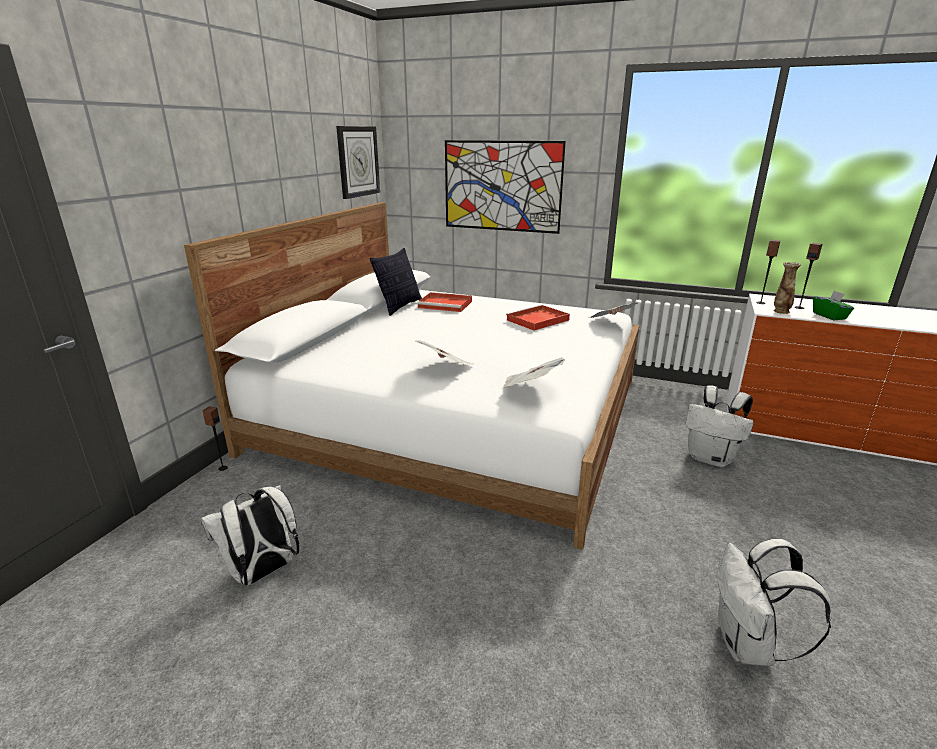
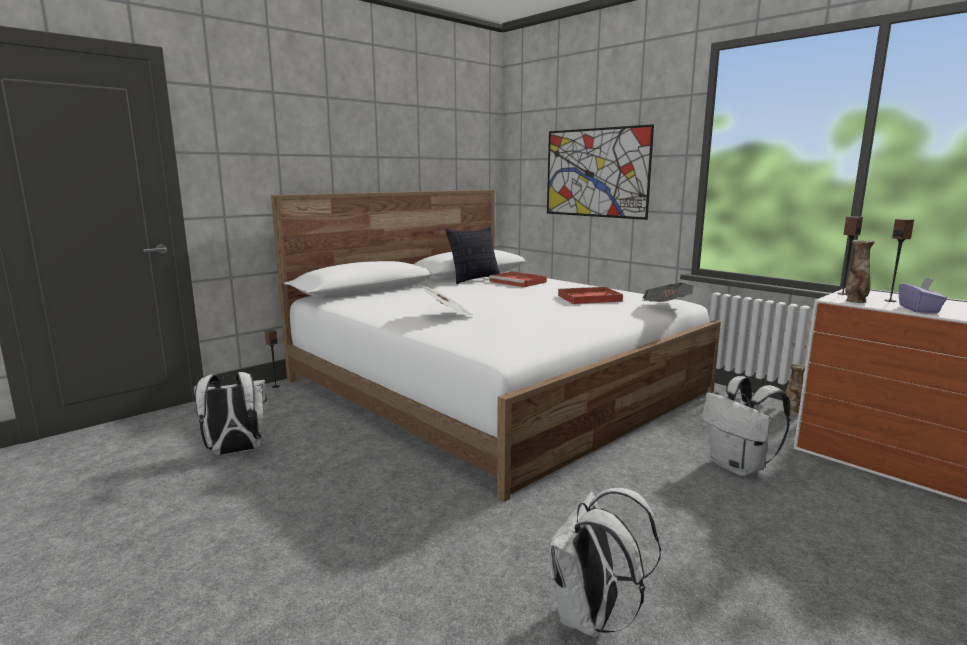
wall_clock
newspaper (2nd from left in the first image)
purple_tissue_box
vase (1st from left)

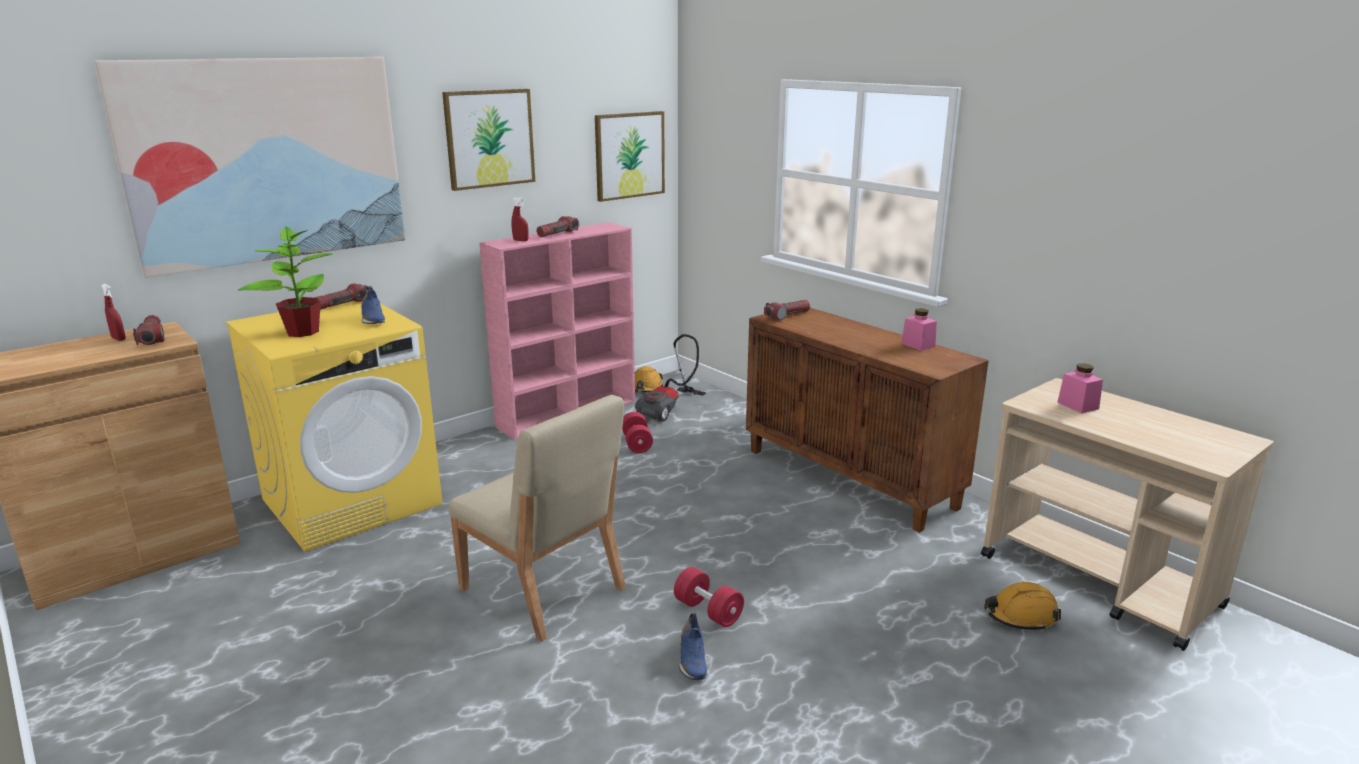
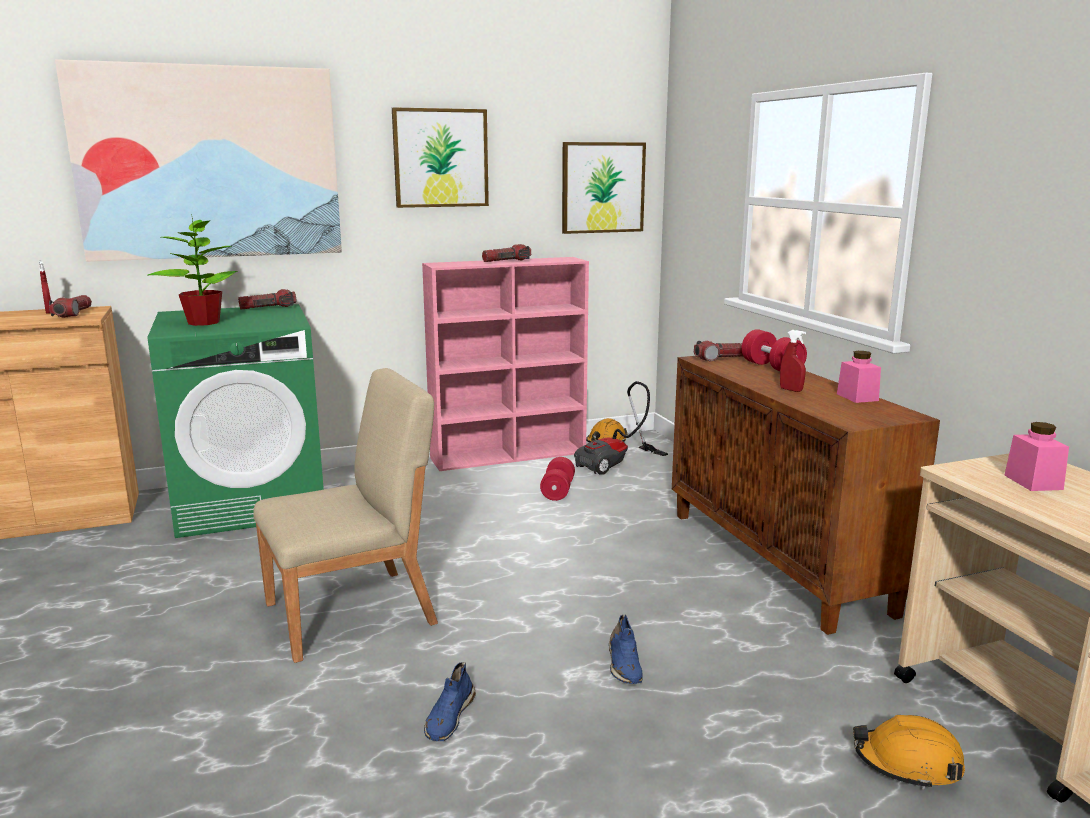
green_washing_machine
blue_shoe (2nd from left)
beige_chair
red_spray_bottle (2nd from left)
red_dumbbell (2nd from left)

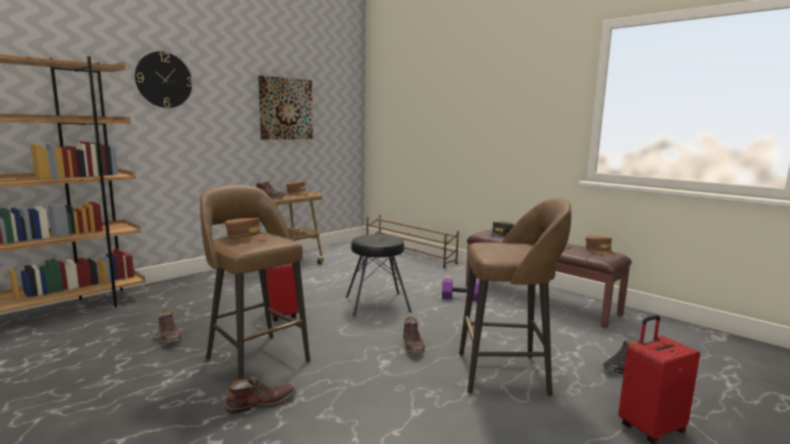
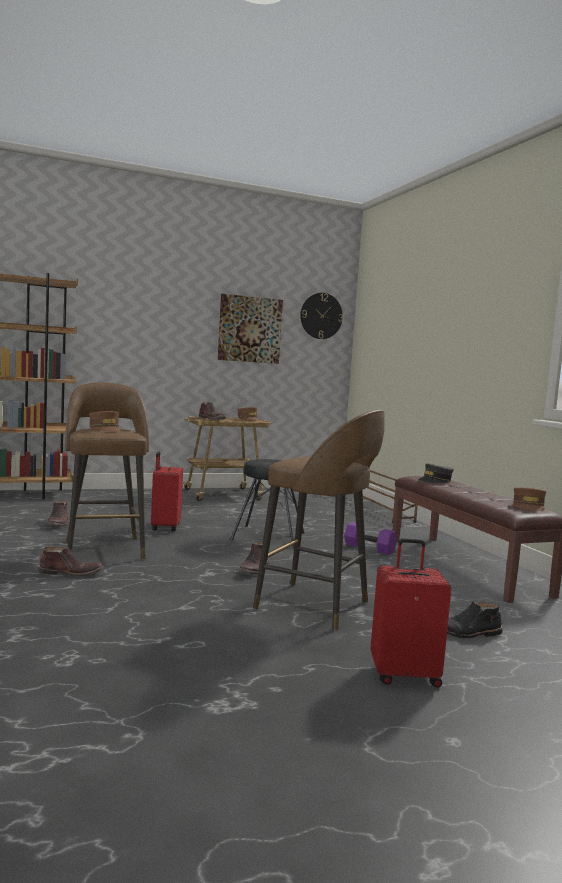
wall_clock

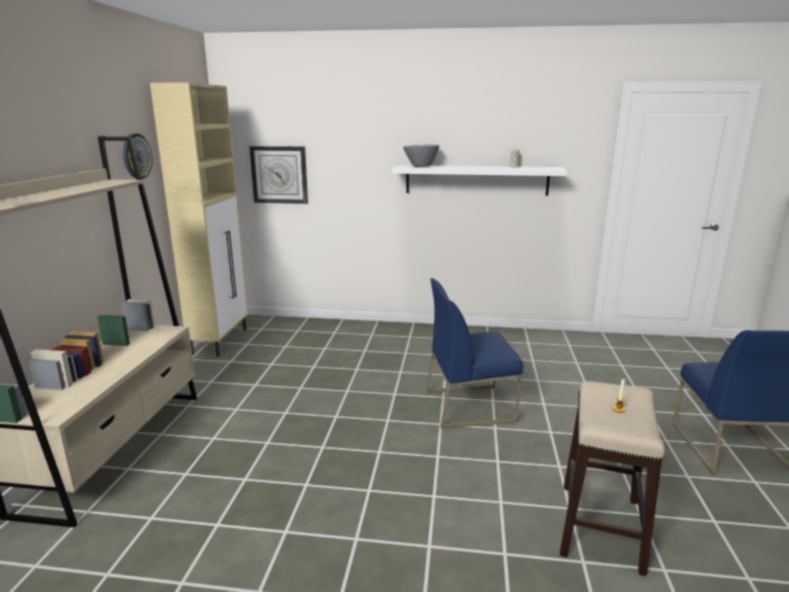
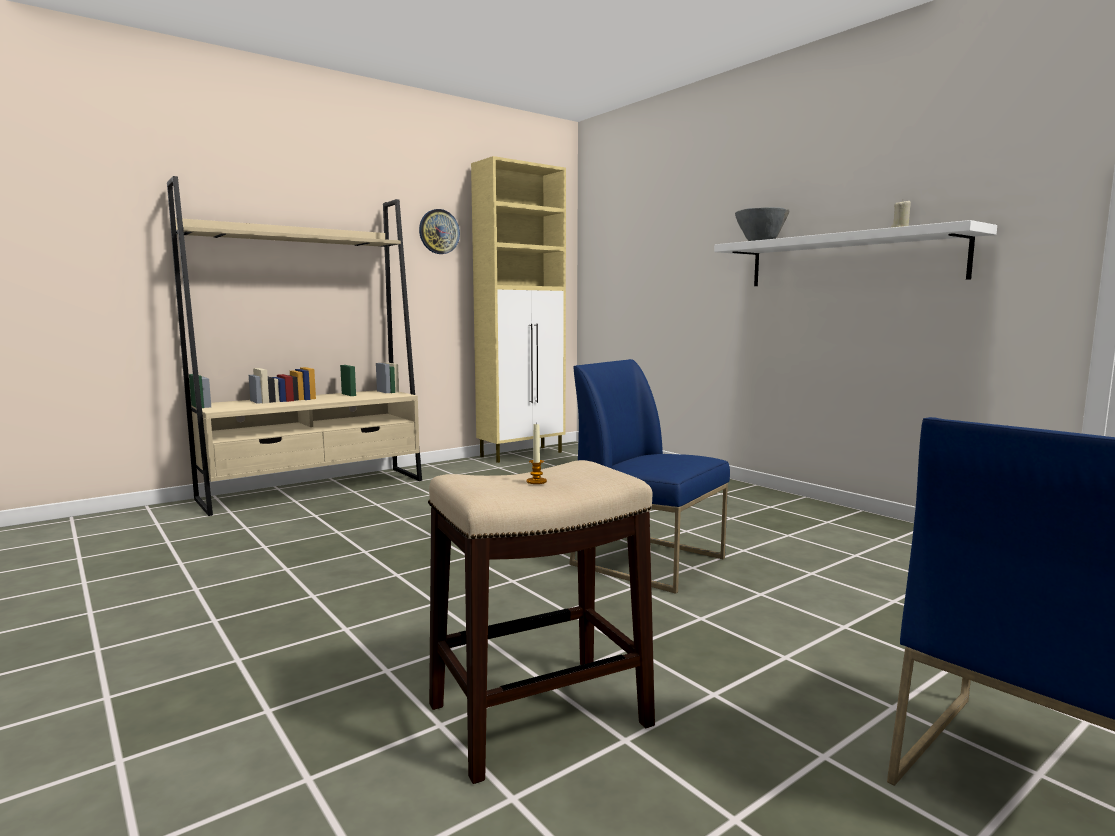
wall_clock (2nd from left in the first image)

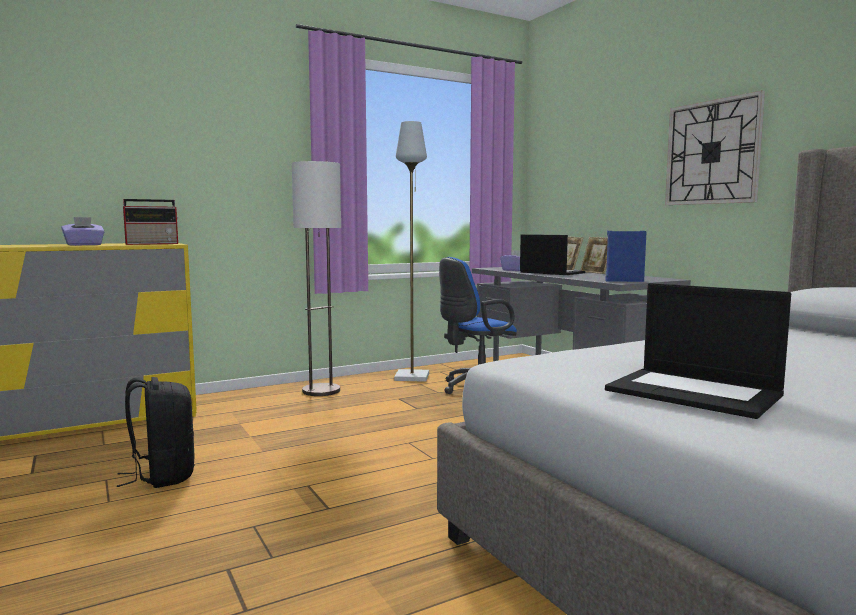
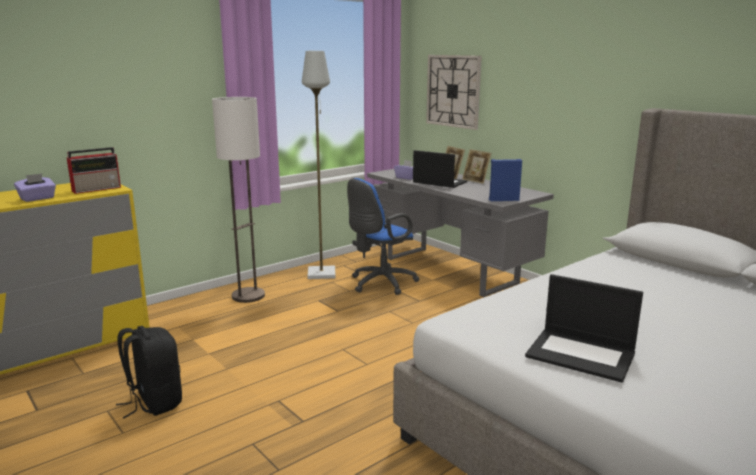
wall_clock

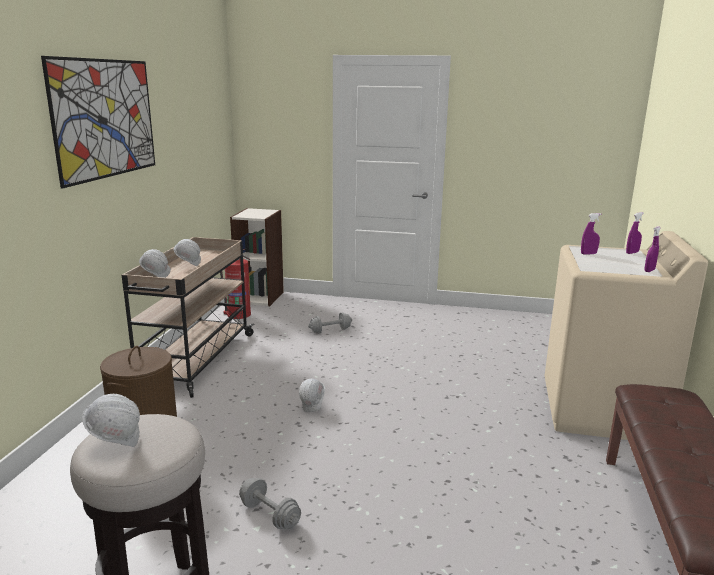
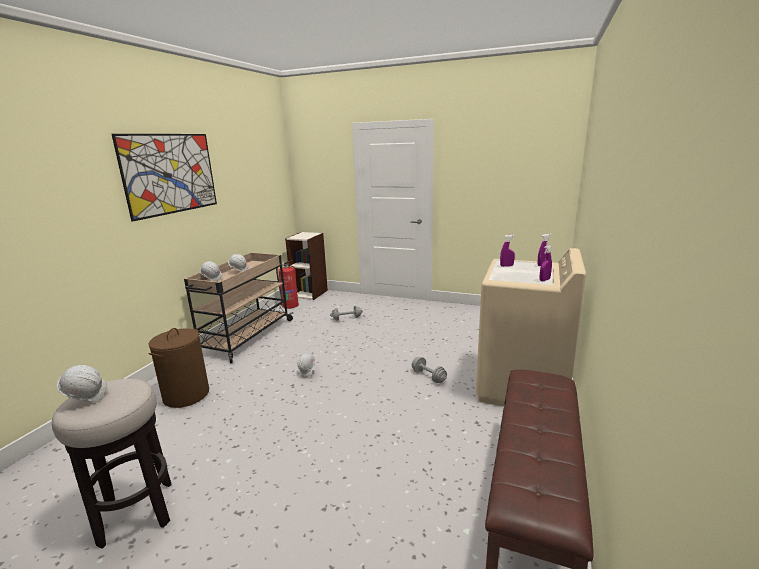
grey_dumbbell (2nd from left)

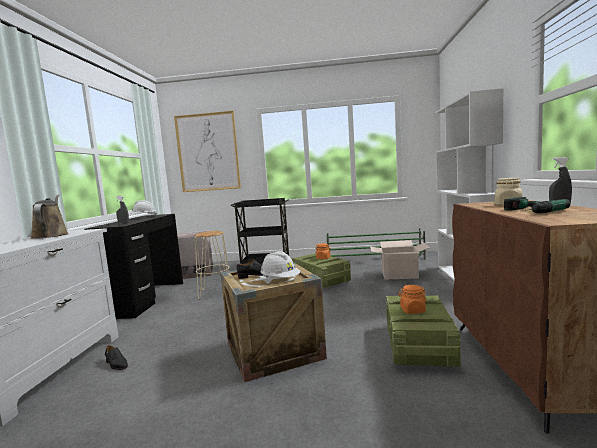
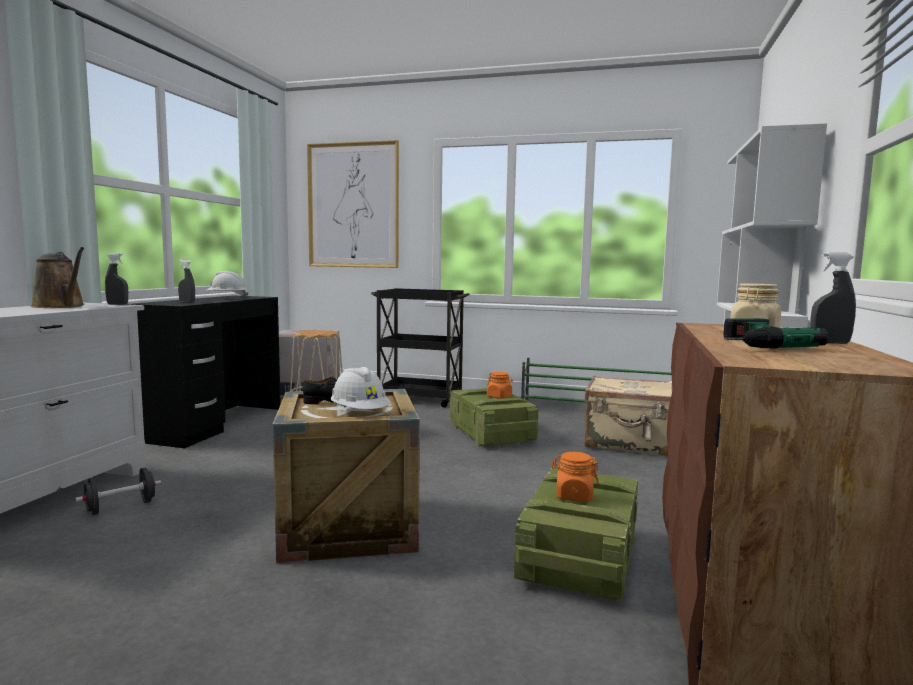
brown_watering_can
black_dumbbell
beige_suitcase
grey_spray_bottle (1st from left)

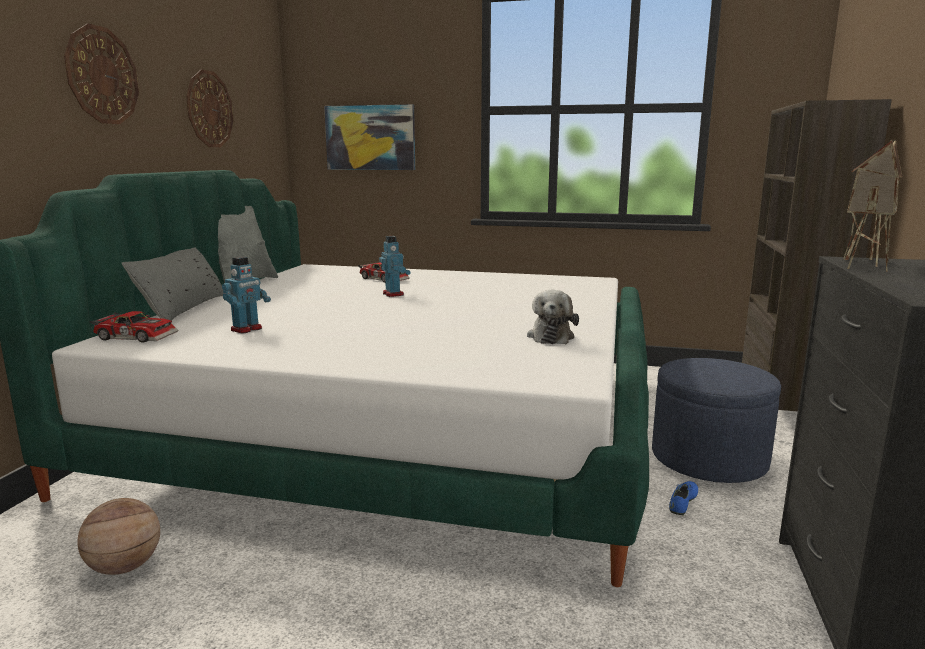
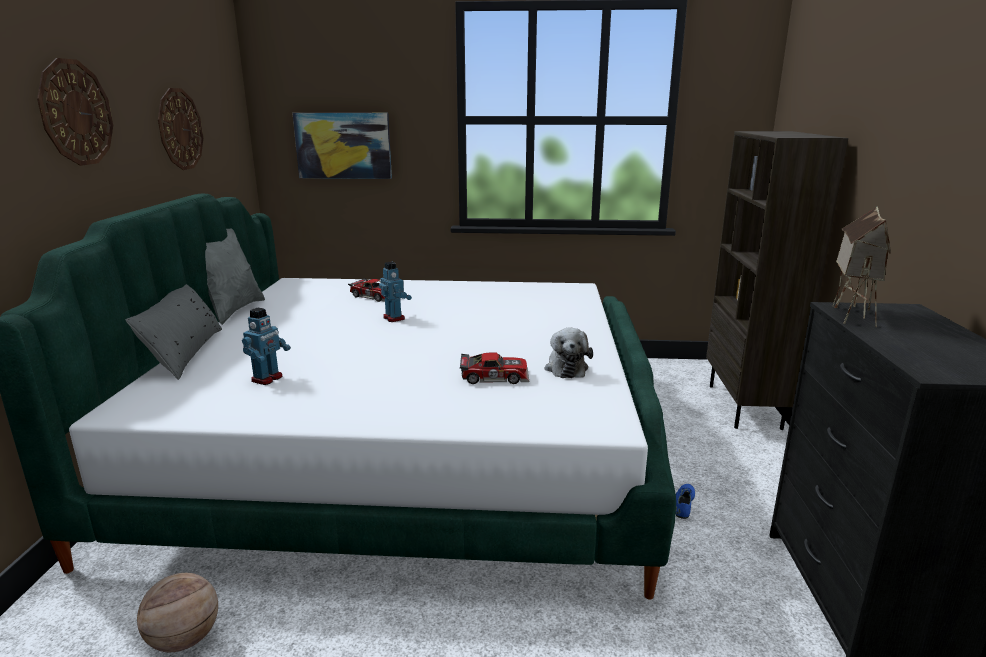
toy_car (2nd from left)
blue_ottoman

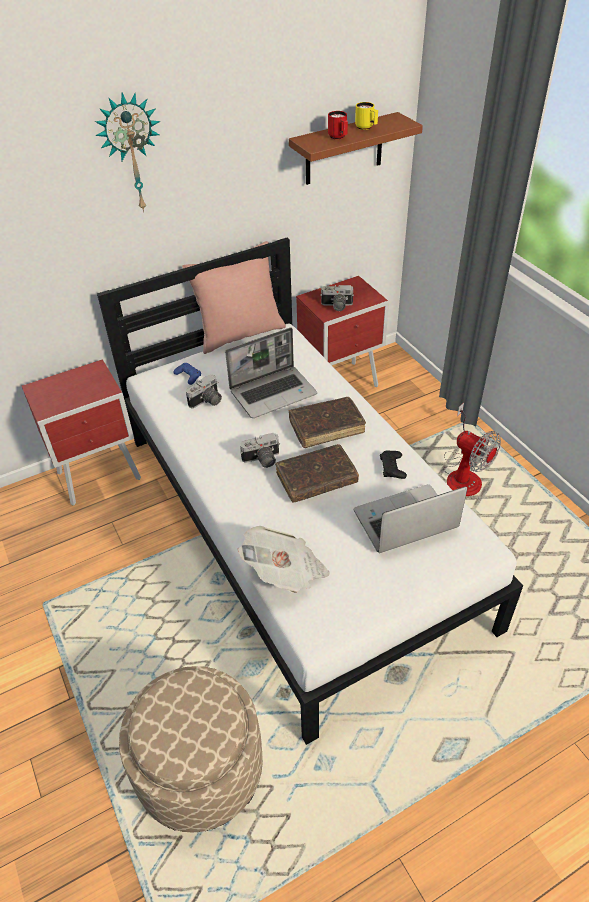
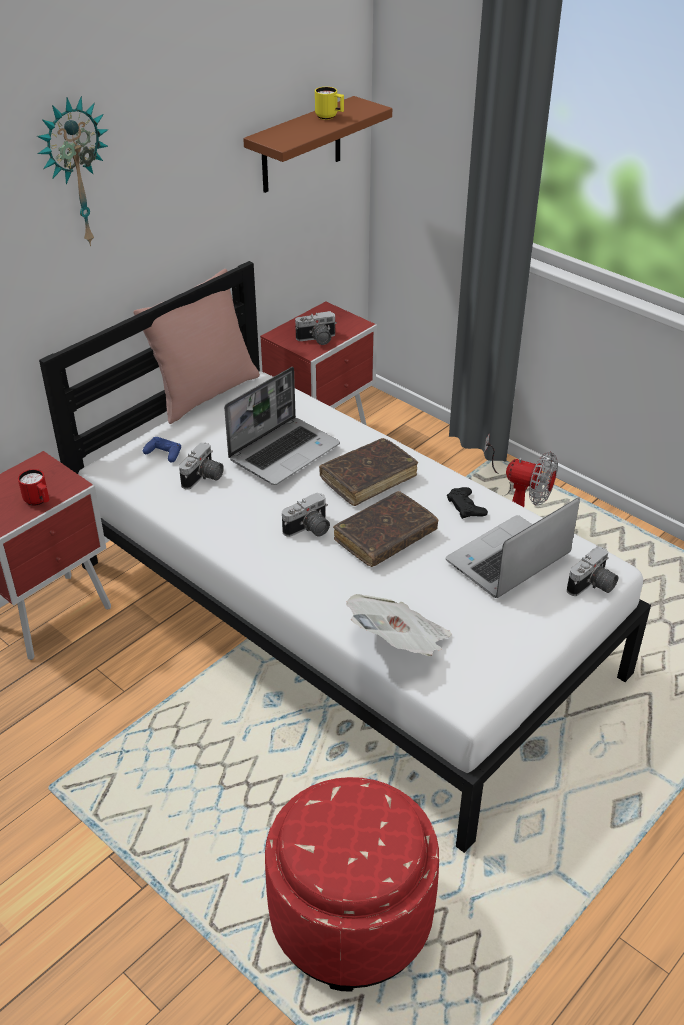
red_ottoman
red_mug
photo_camera (4th from left)

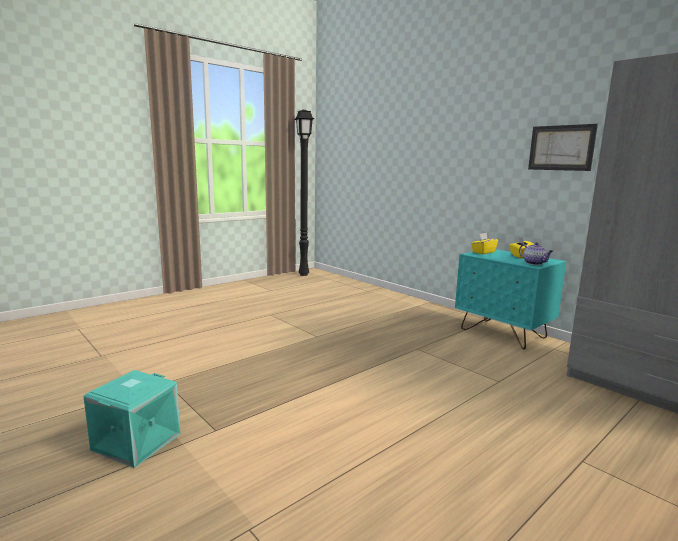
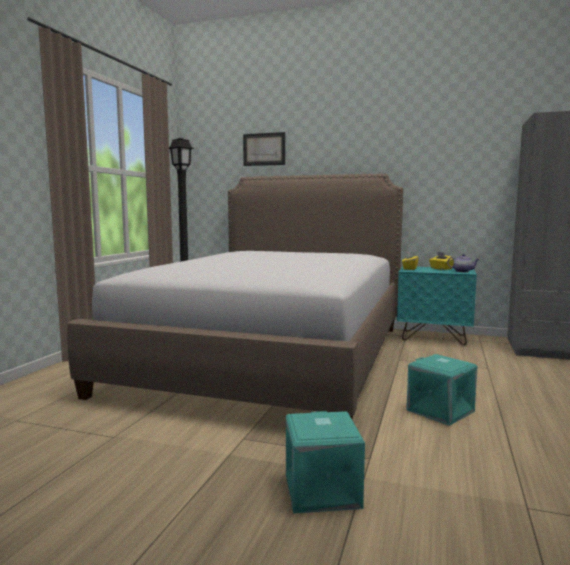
picture
bed
turquoise_storage_box (2nd from left)

